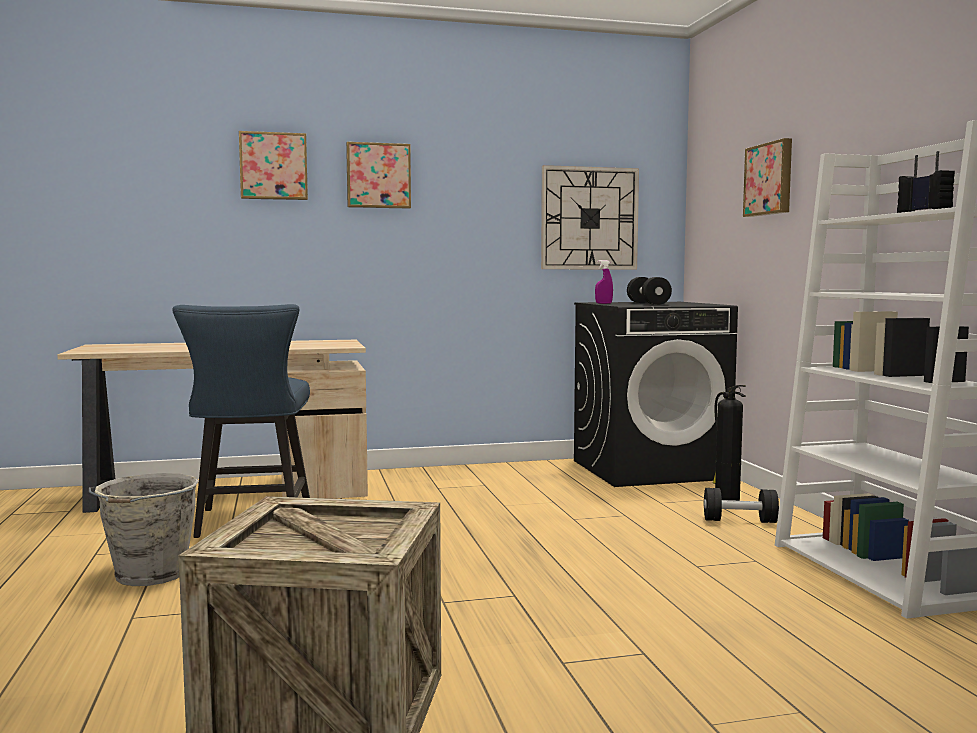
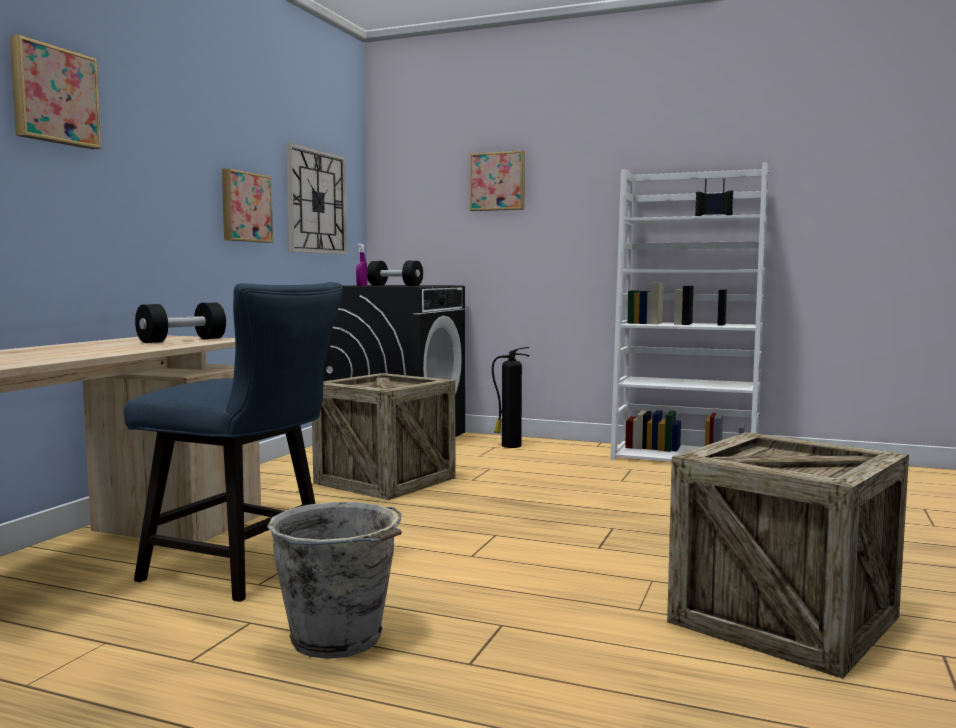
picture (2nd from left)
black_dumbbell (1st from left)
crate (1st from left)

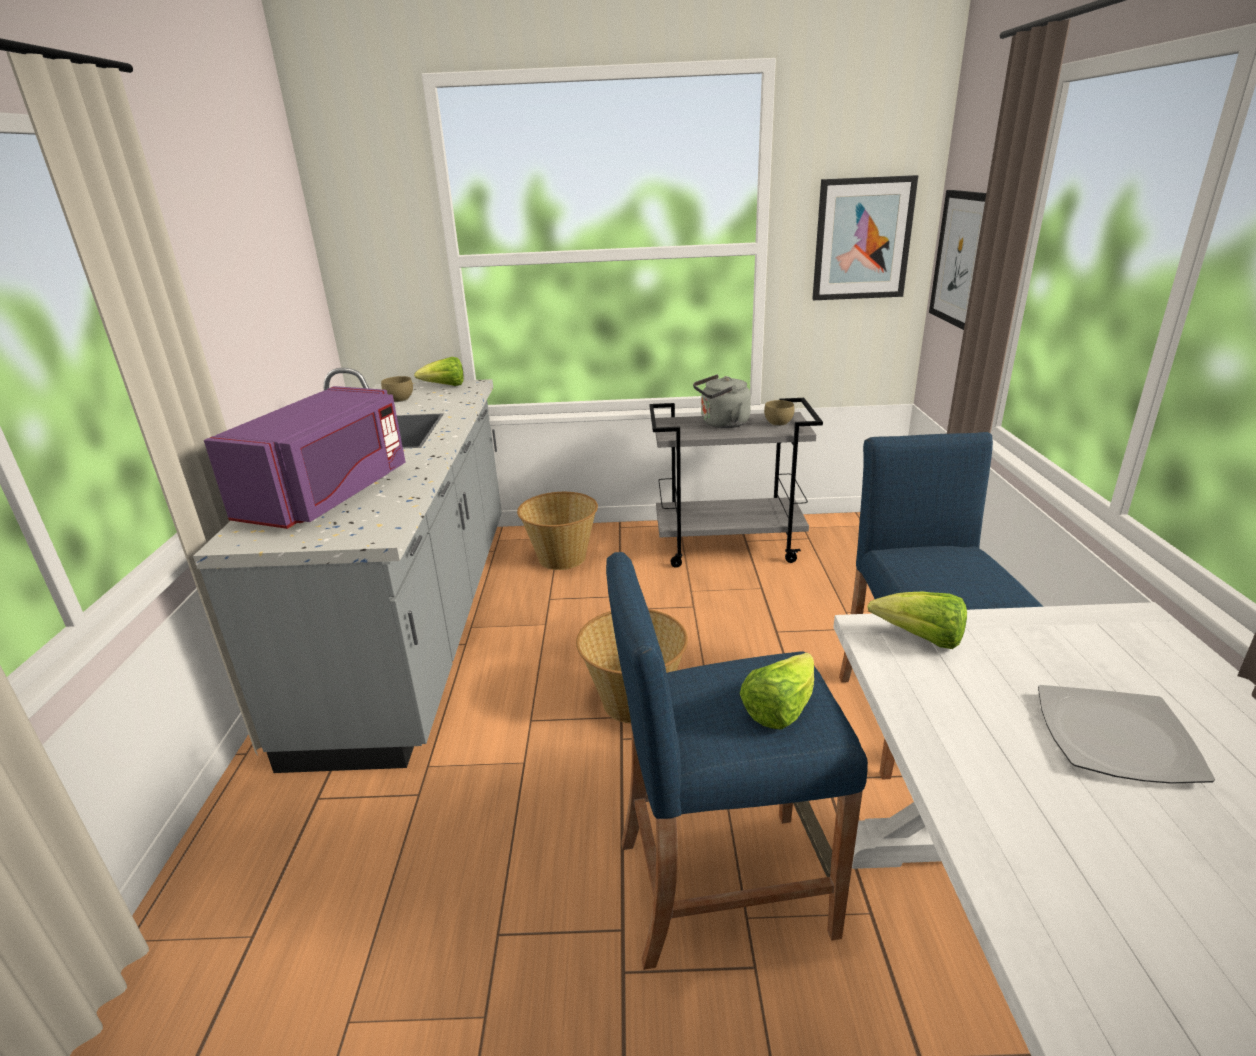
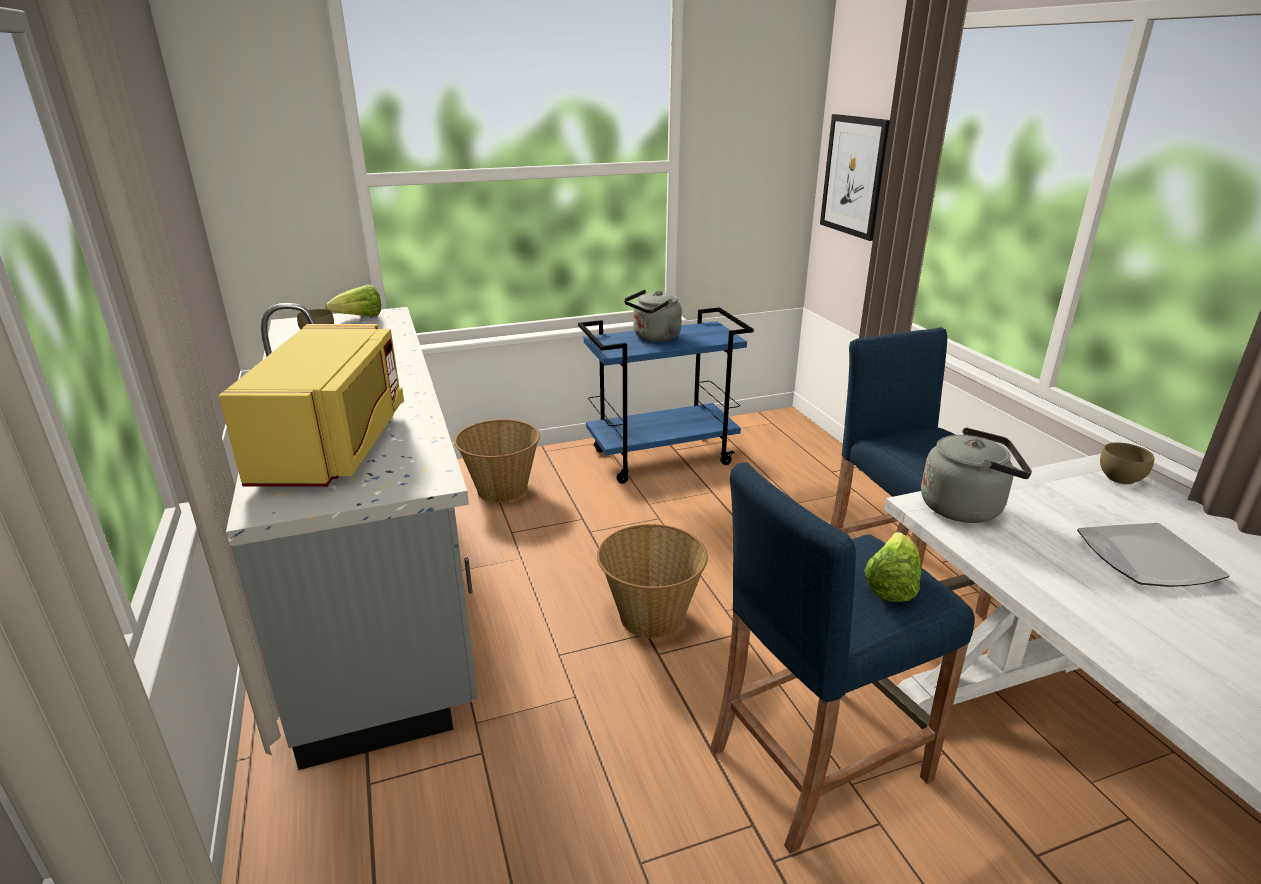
yellow_microwave
blue_cart
brown_bowl (2nd from left)
picture (1st from left in the first image)
grey_kettle (2nd from left)

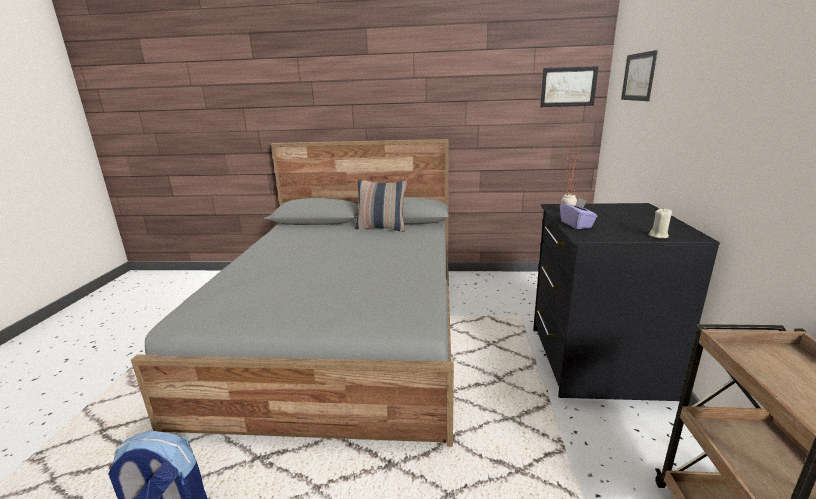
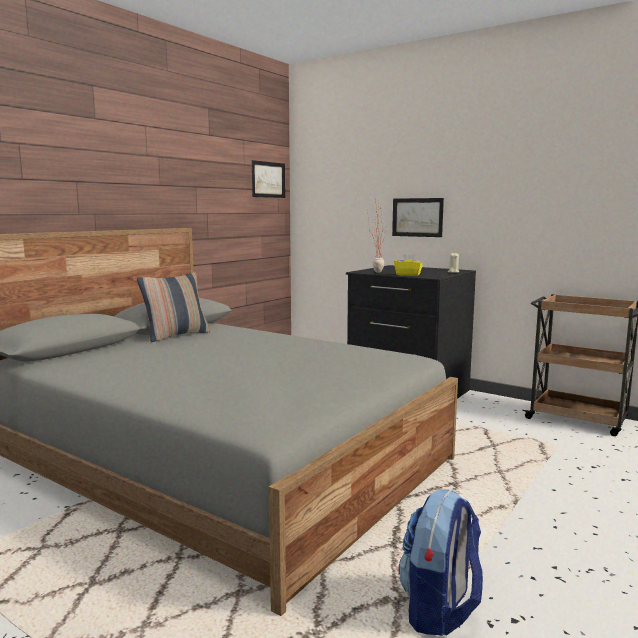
yellow_tissue_box
picture (2nd from left)

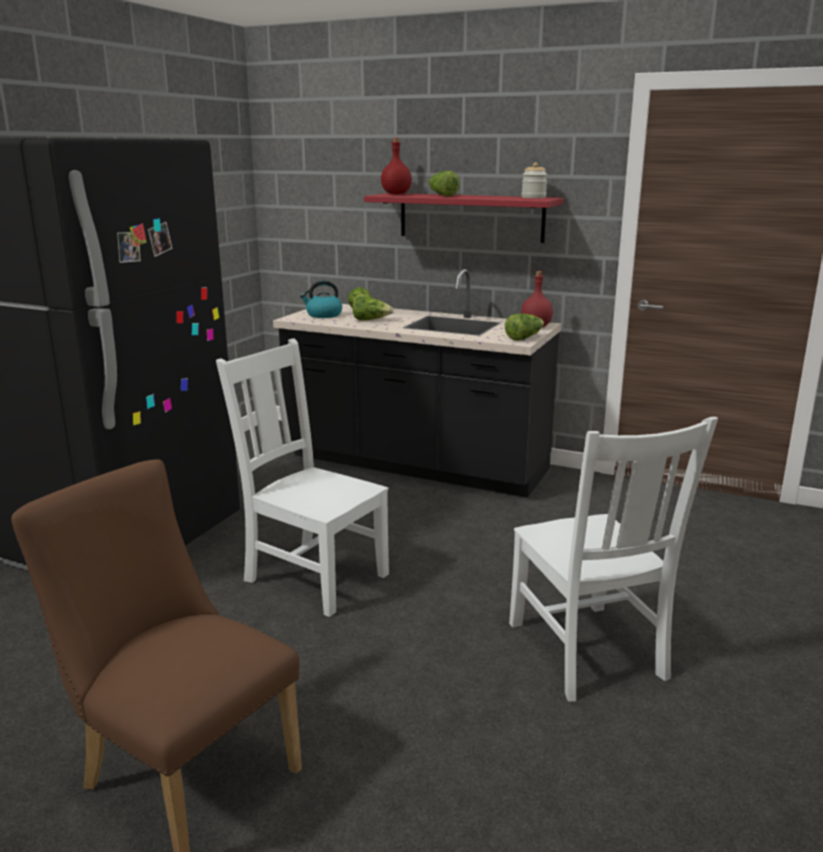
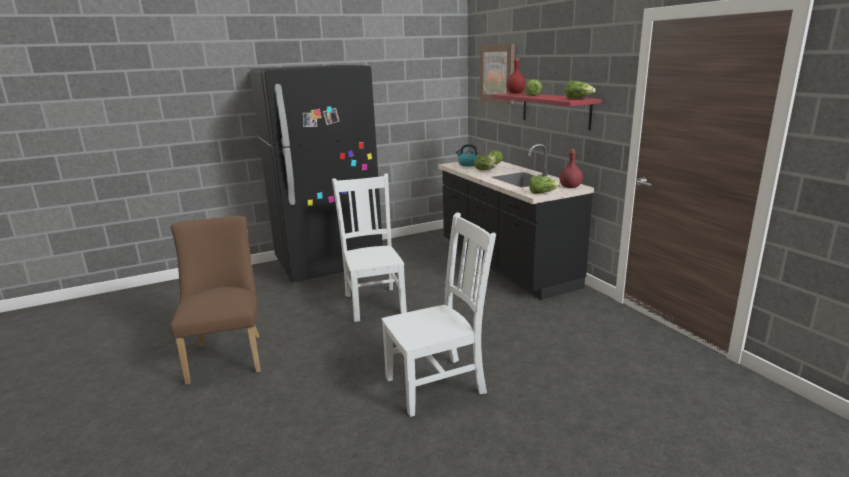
white_chair (2nd from left)
lettuce (5th from left)
picture

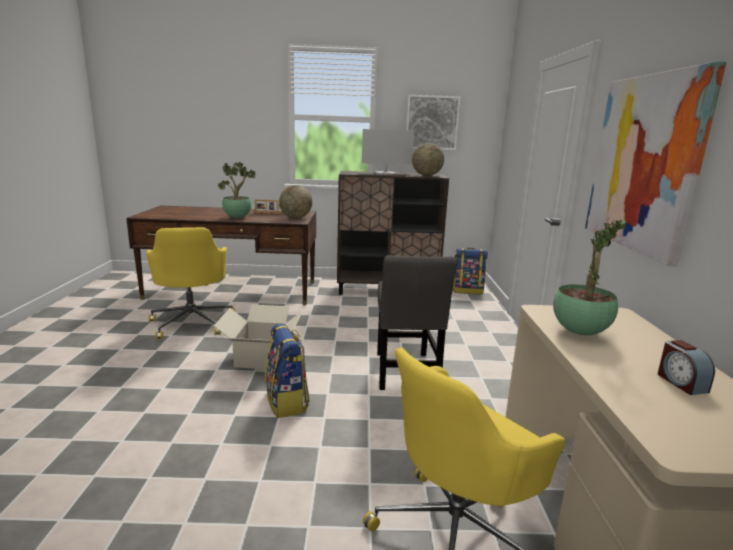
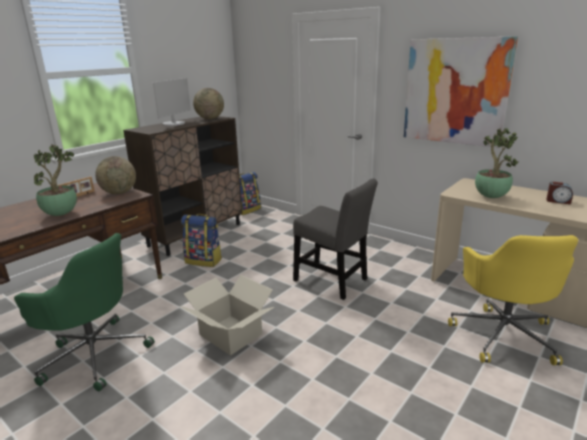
green_office_chair
backpack (1st from left)
picture (1st from left in the first image)

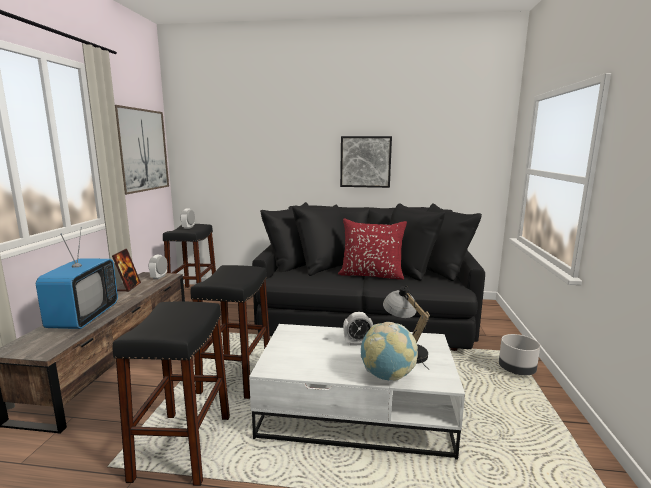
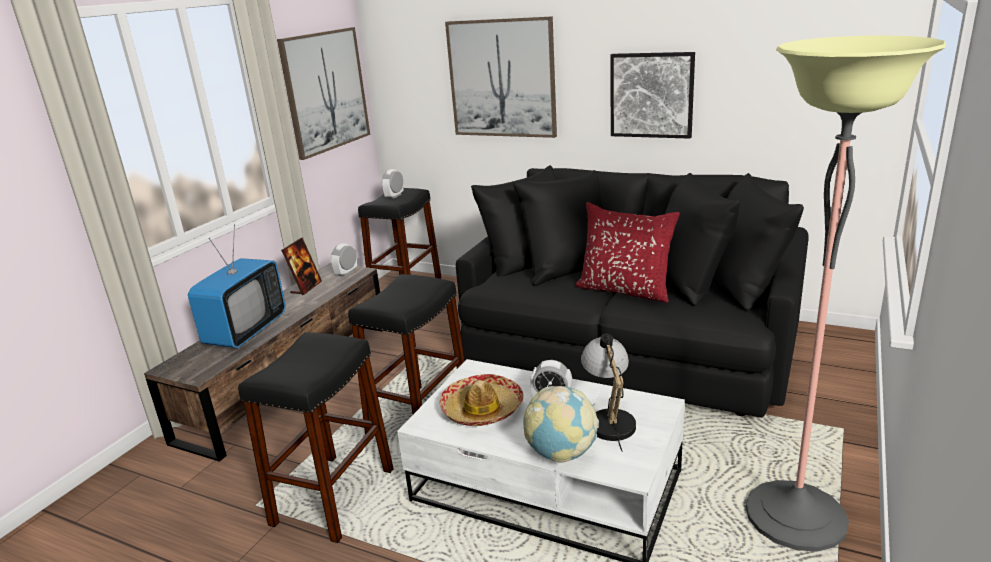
grey_planter
hat
picture (2nd from left)
floor_lamp

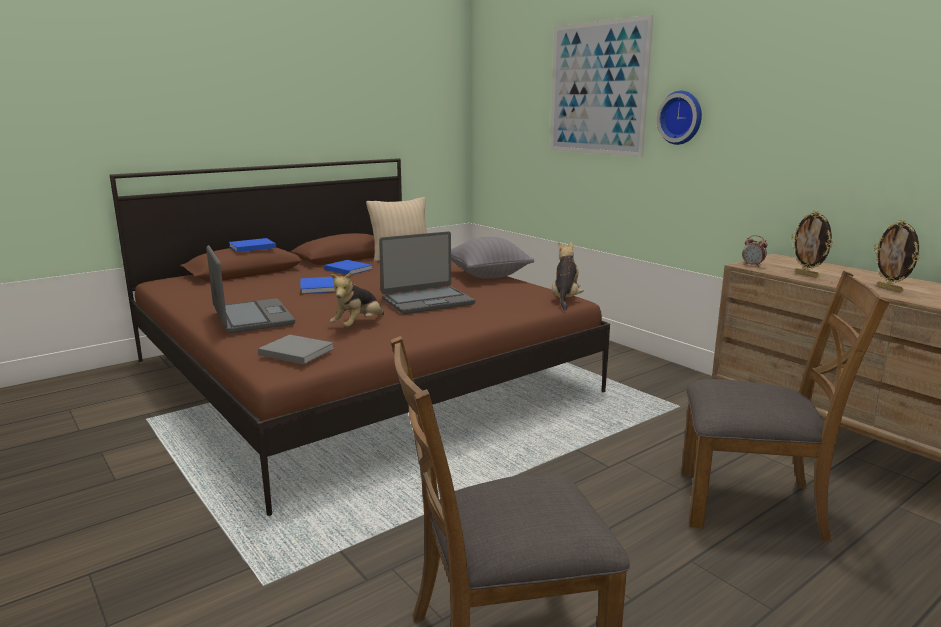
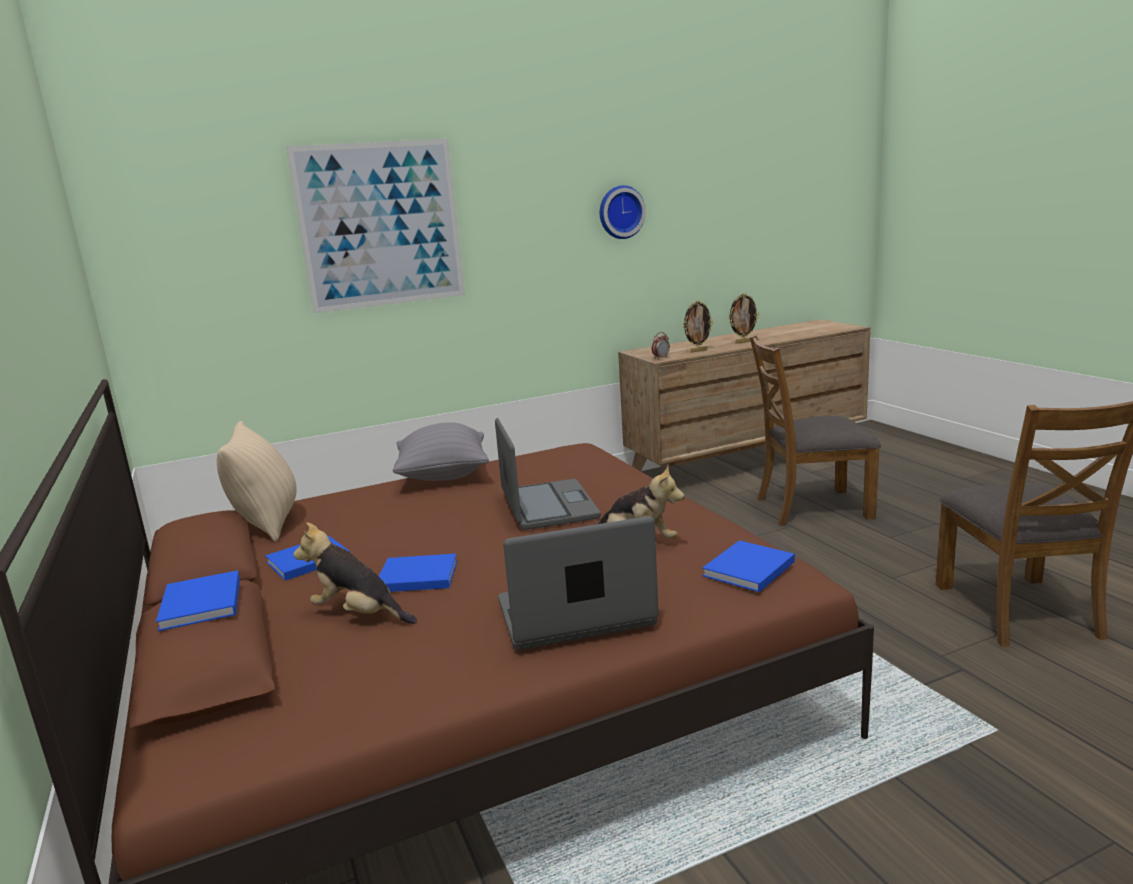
blue_book (4th from left)
plush_toy (1st from left)
wall_clock
brown_chair (1st from left)

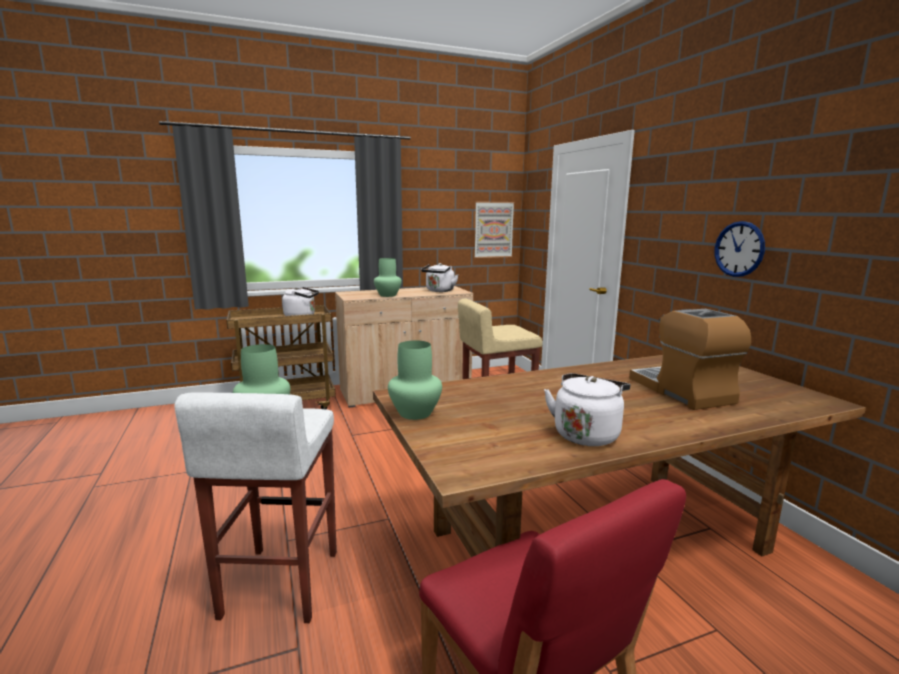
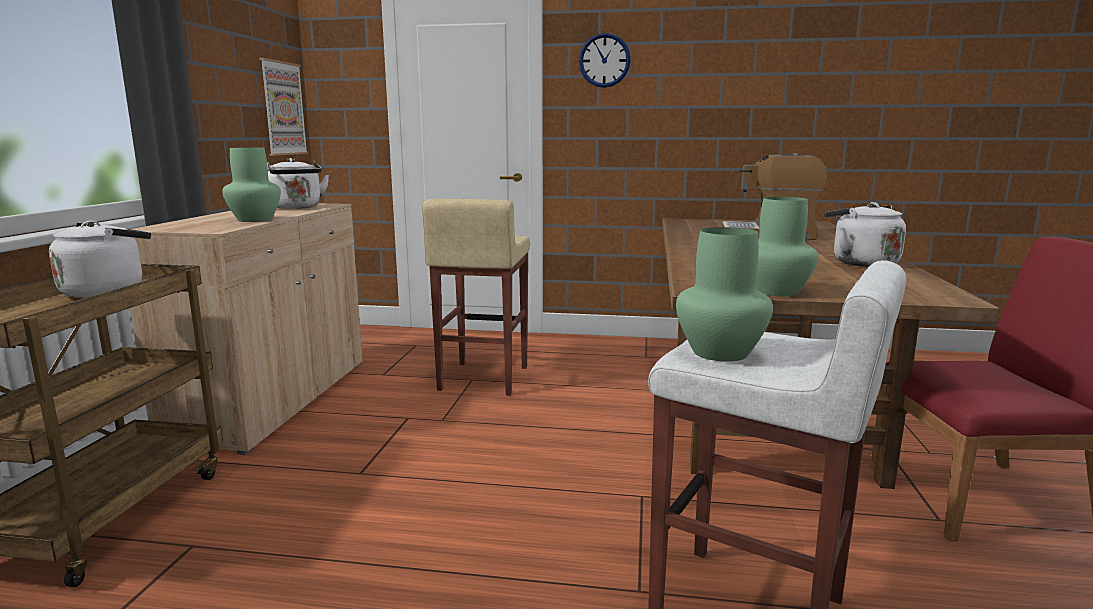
wall_clock

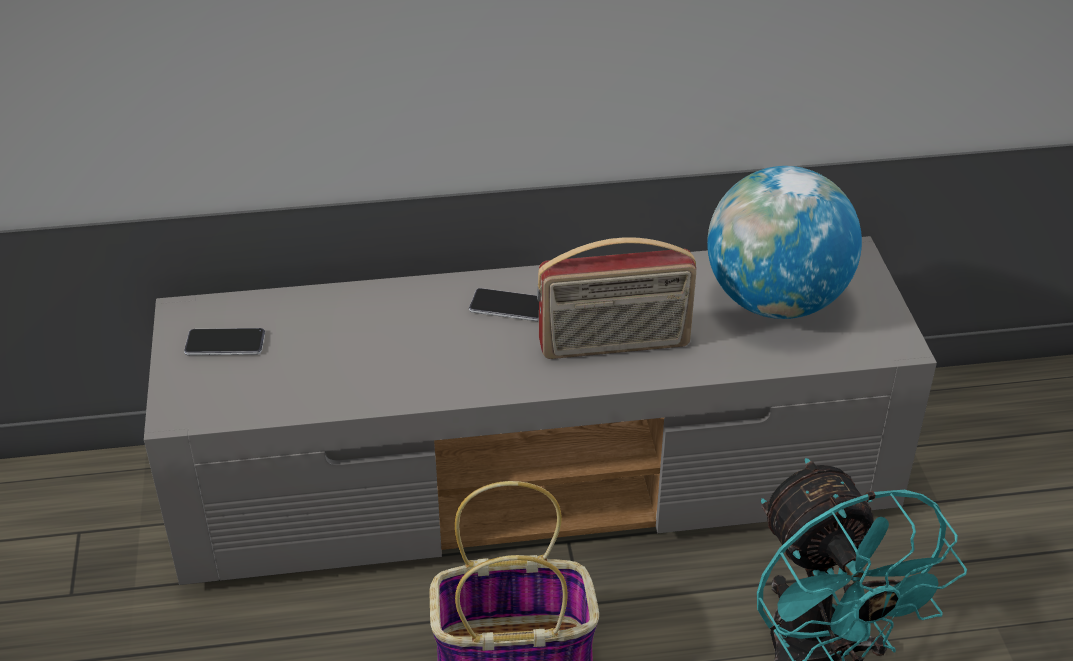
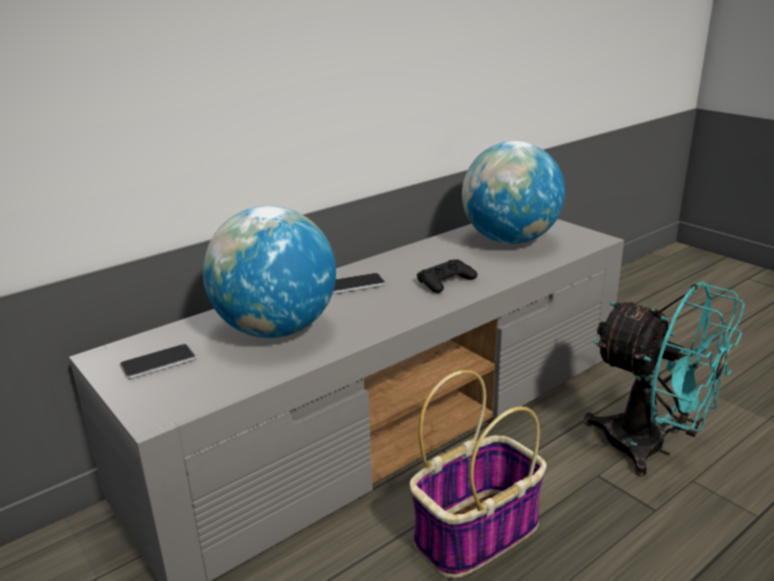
black_game_controller
globe (1st from left)

